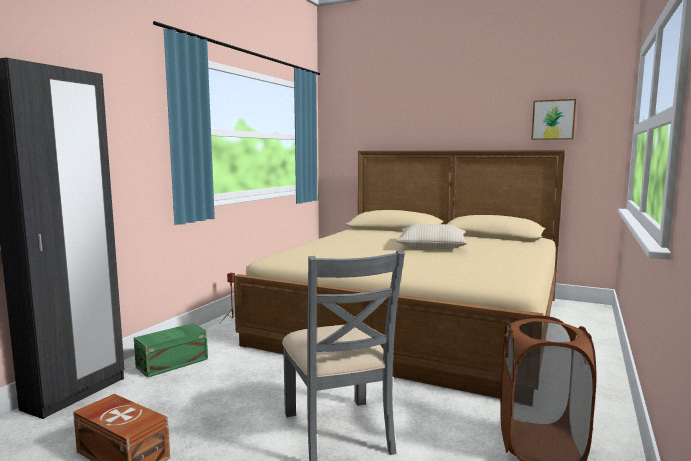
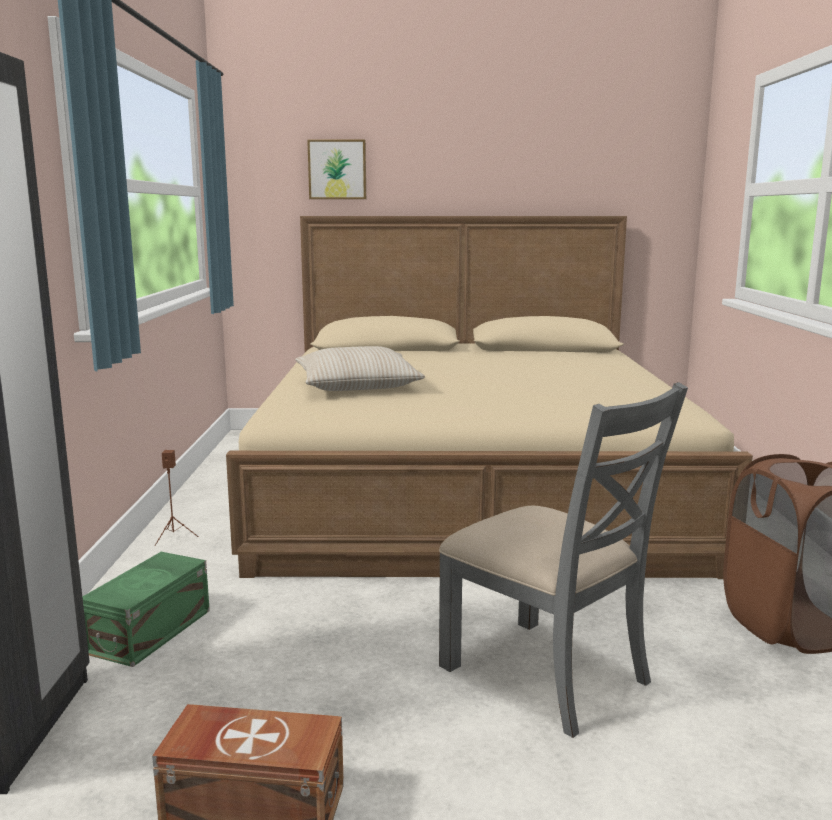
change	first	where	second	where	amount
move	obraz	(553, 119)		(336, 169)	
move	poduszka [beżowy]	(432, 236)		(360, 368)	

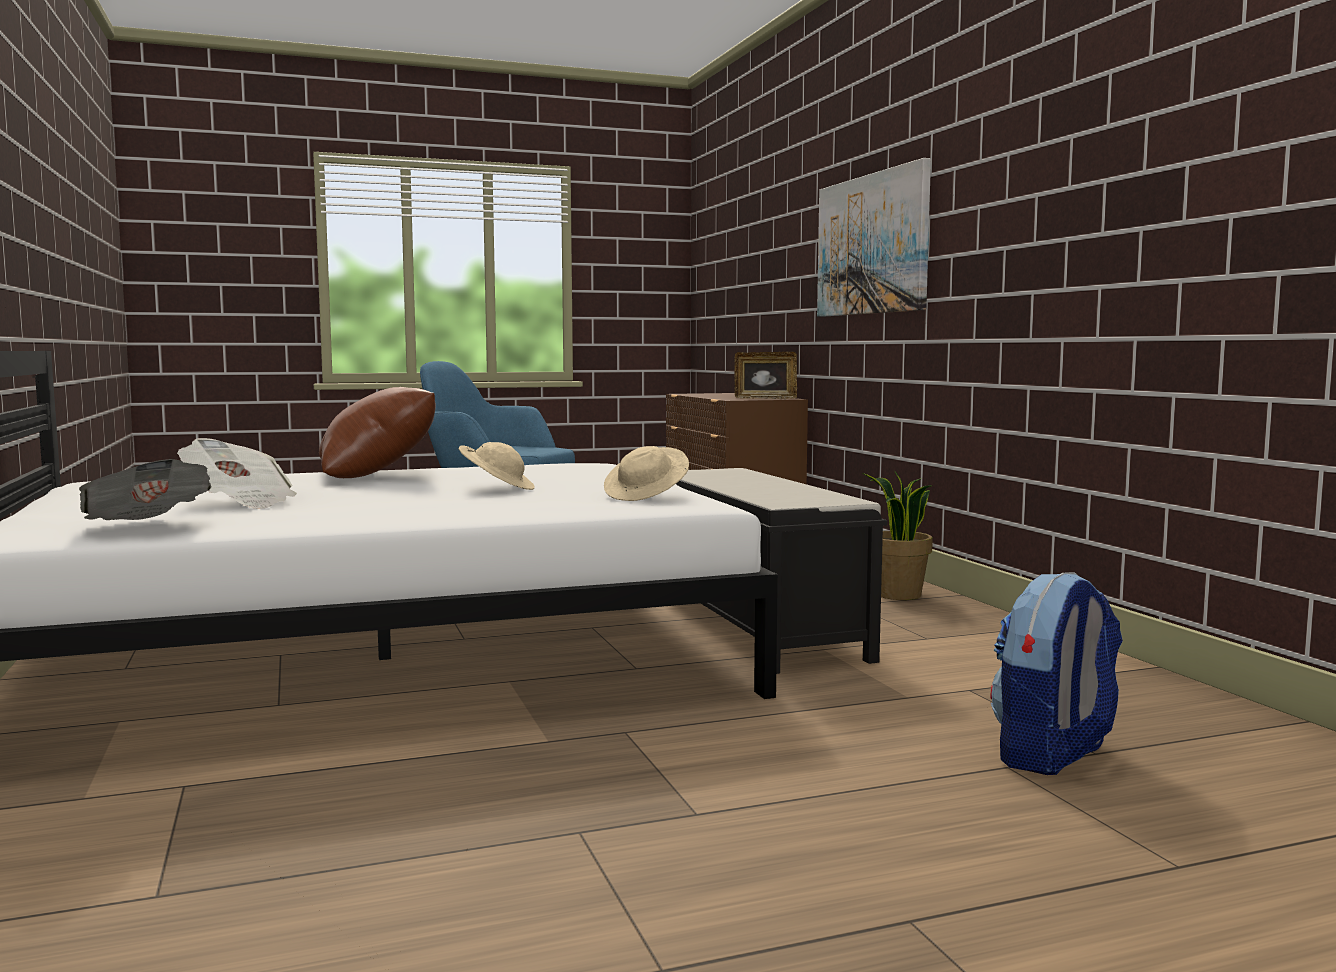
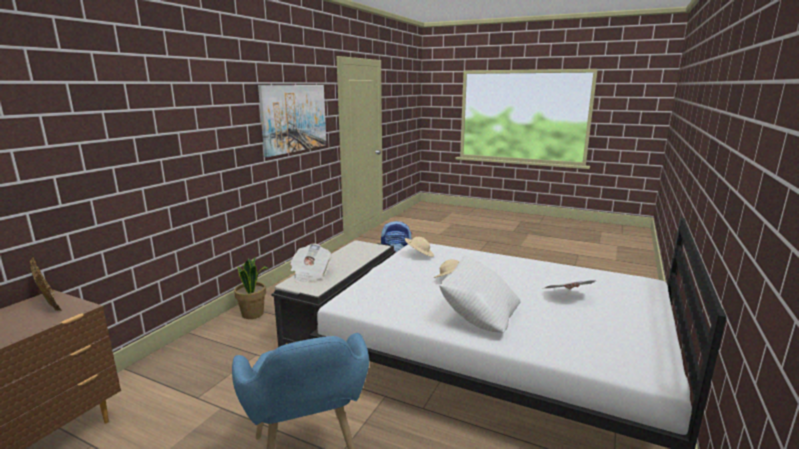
change	first	where	second	where	amount
move	obraz	(874, 237)		(292, 121)	
recolor	poduszka [brązowy]	(377, 432)	poduszka [biały]	(480, 294)	
move	gazeta	(145, 489)		(311, 263)	

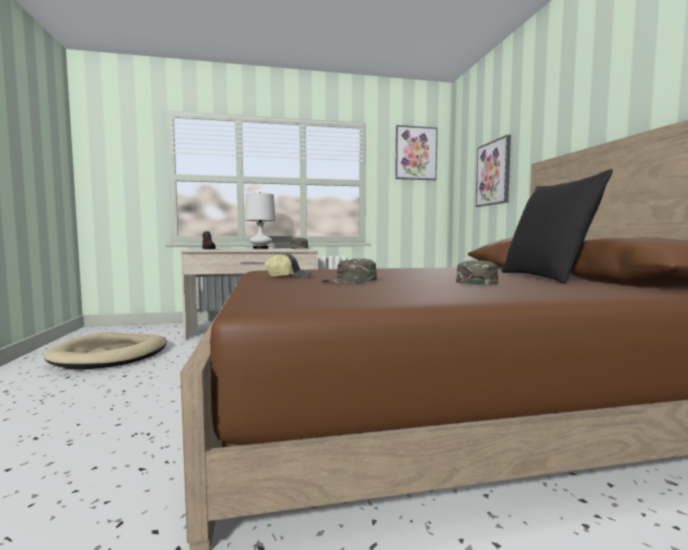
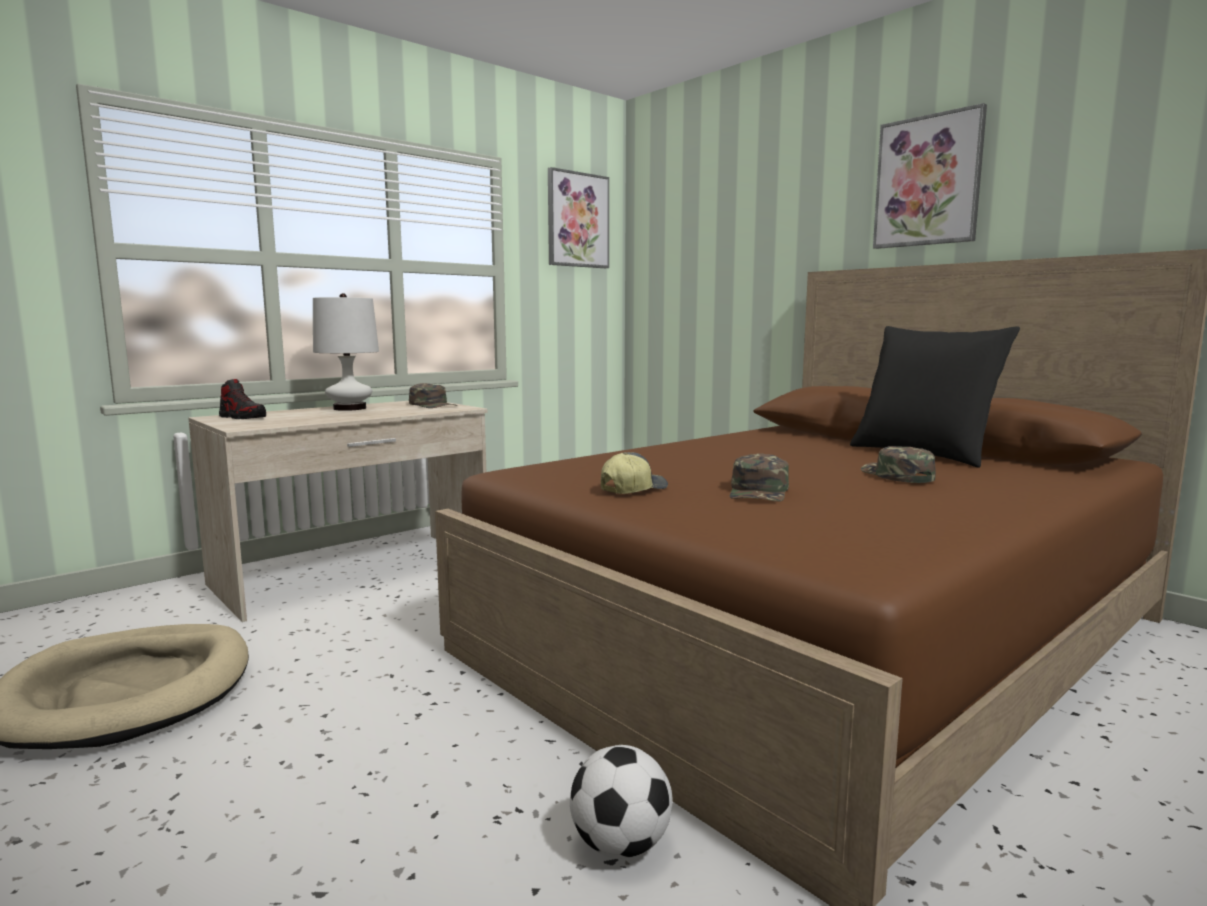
change	first	where	second	where	amount
move	obraz	(493, 171)		(930, 176)	
insert			piłka futbolowa	(621, 802)	

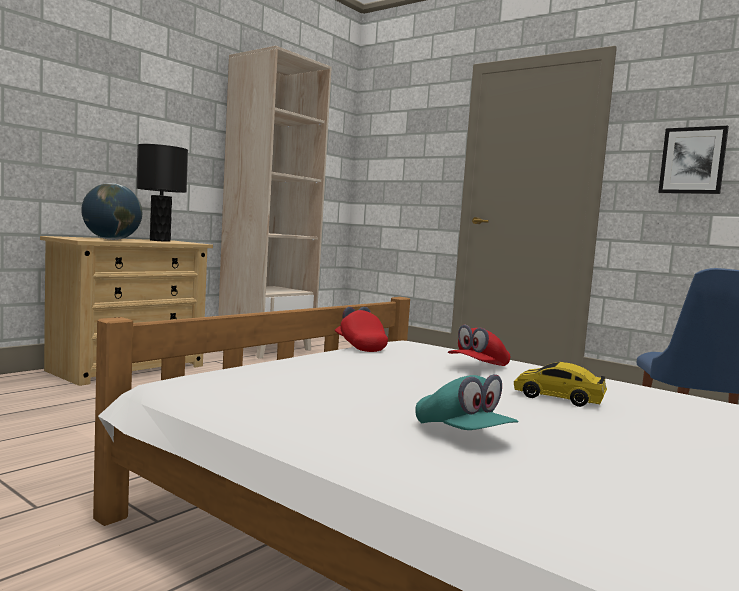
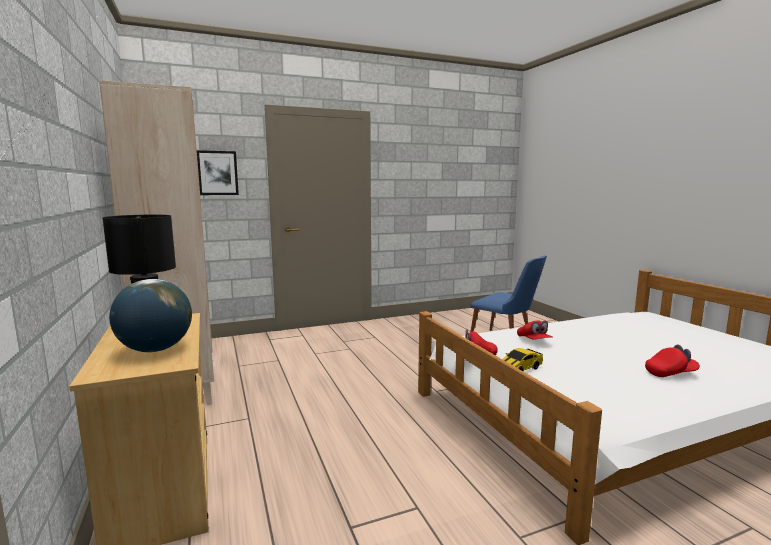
change	first	where	second	where	amount
move	obraz	(693, 160)		(218, 172)	
move	samochodzik	(560, 384)		(523, 359)	
recolor	czapka z daszkiem [turkusowy]	(467, 402)	czapka z daszkiem [czerwony]	(672, 360)	

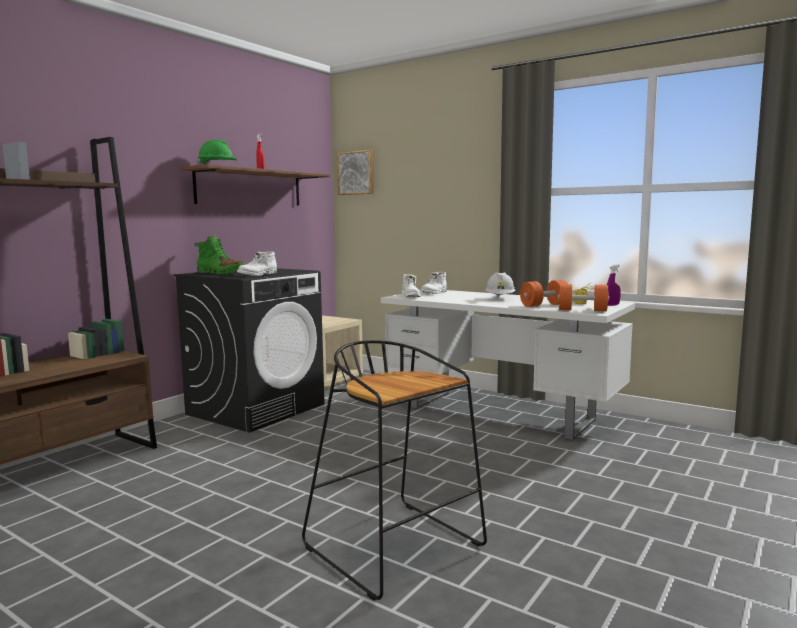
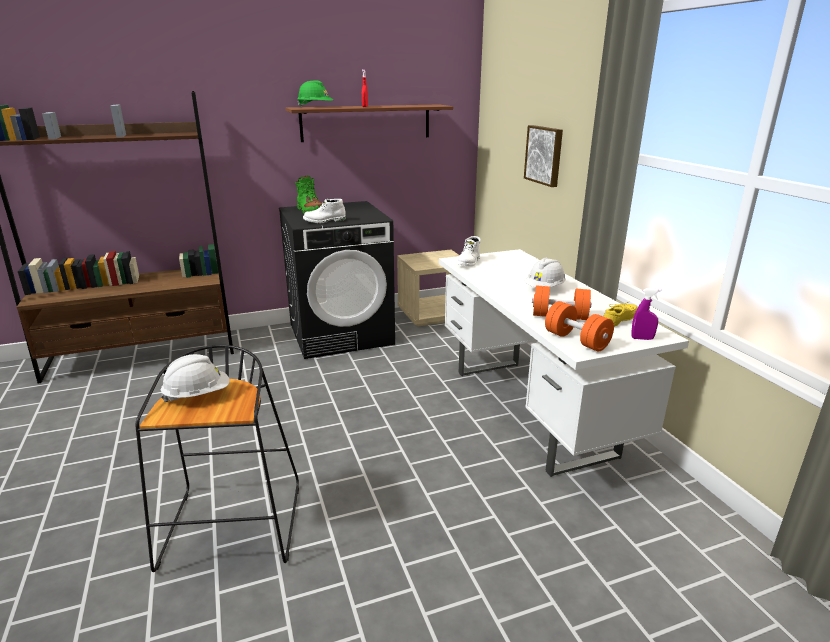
change	first	where	second	where	amount
move	obraz	(355, 172)		(543, 156)	
delete	but z cholewką [biały]	(433, 283)			
insert			kask [biały]	(195, 378)	

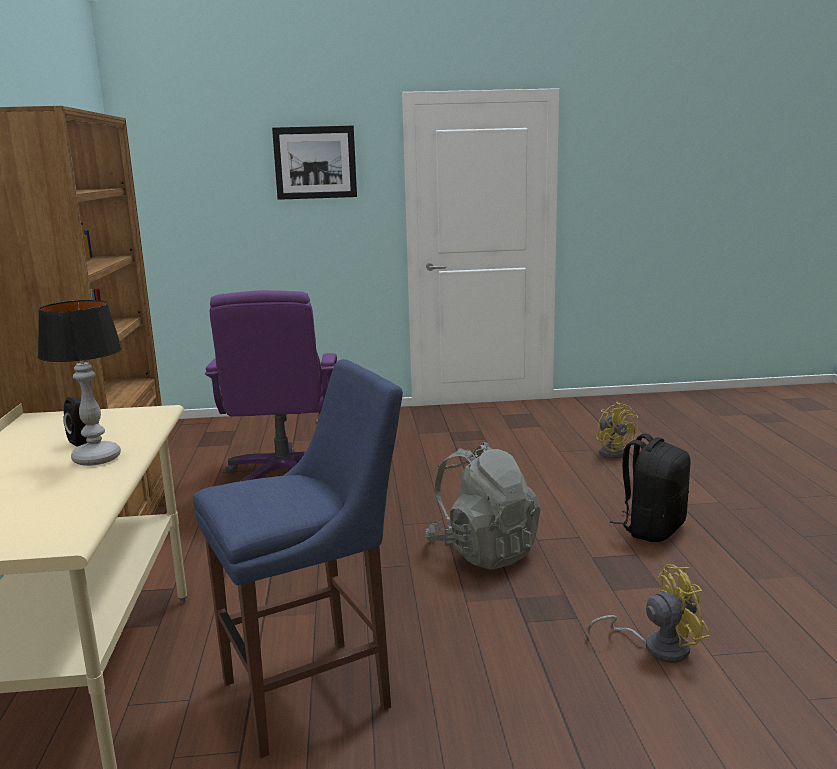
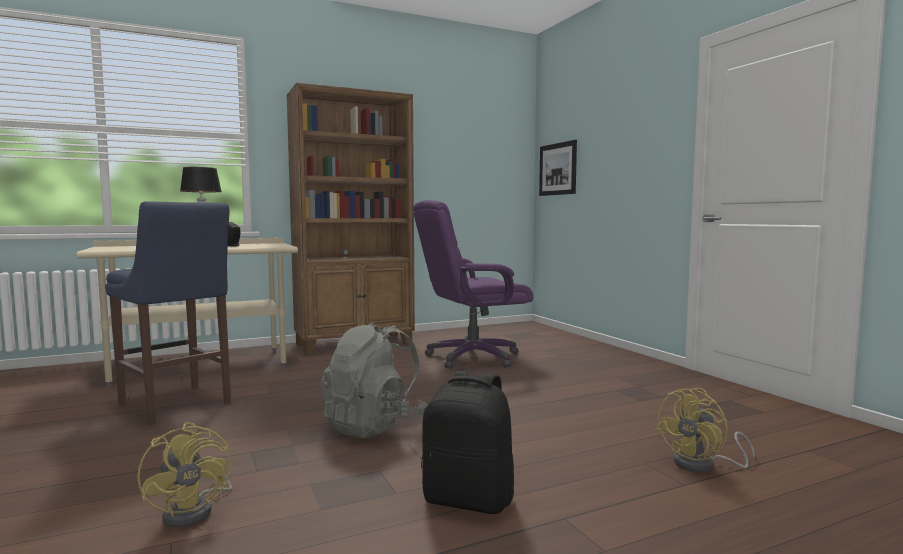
change	first	where	second	where	amount
move	obraz	(314, 163)		(558, 168)	

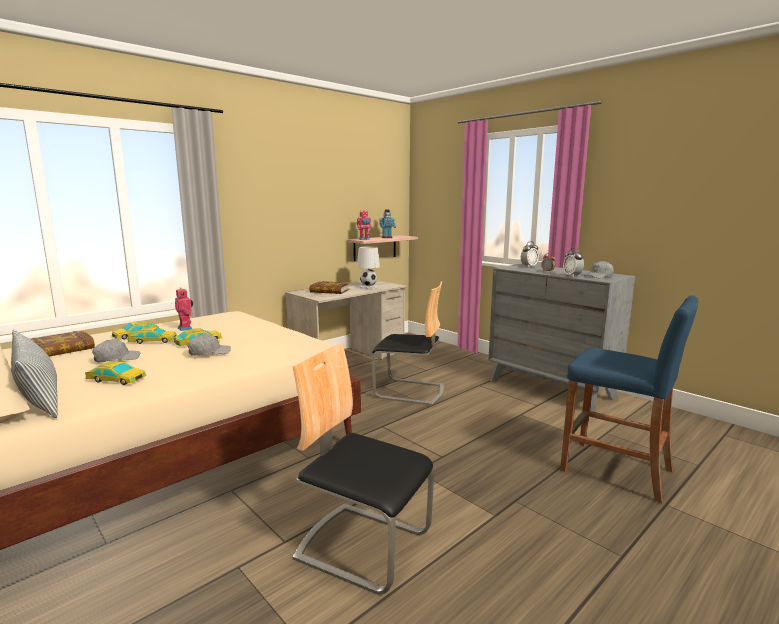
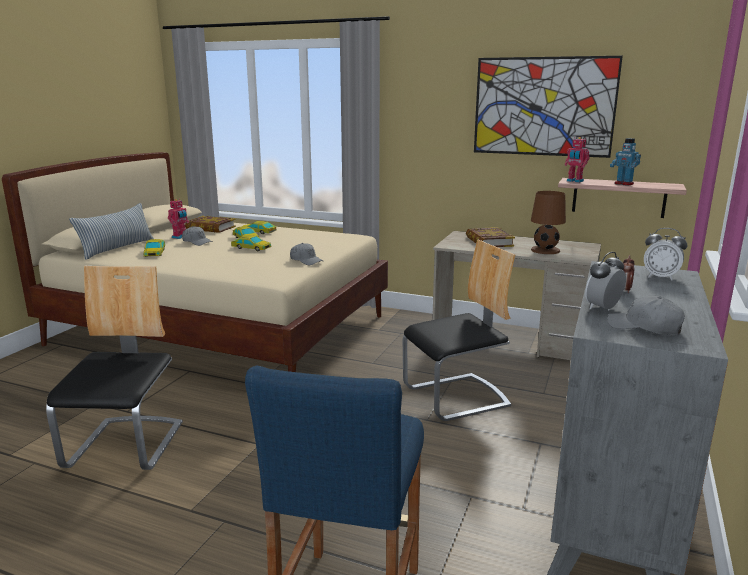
change	first	where	second	where	amount
recolor	lampa stołowa [biały]	(368, 267)	lampa stołowa [brązowy]	(548, 222)	
rotate	krzesło	(408, 343)		(459, 330)	105 degrees counterclockwise
move	robot zabawkowy	(184, 309)		(178, 219)	
move	czapka z daszkiem [szary]	(209, 345)		(306, 254)	
insert			obraz	(548, 107)	

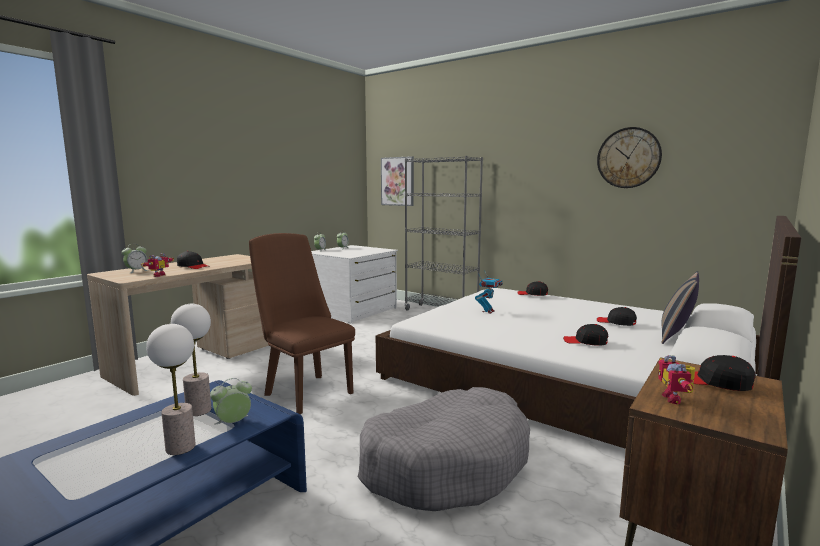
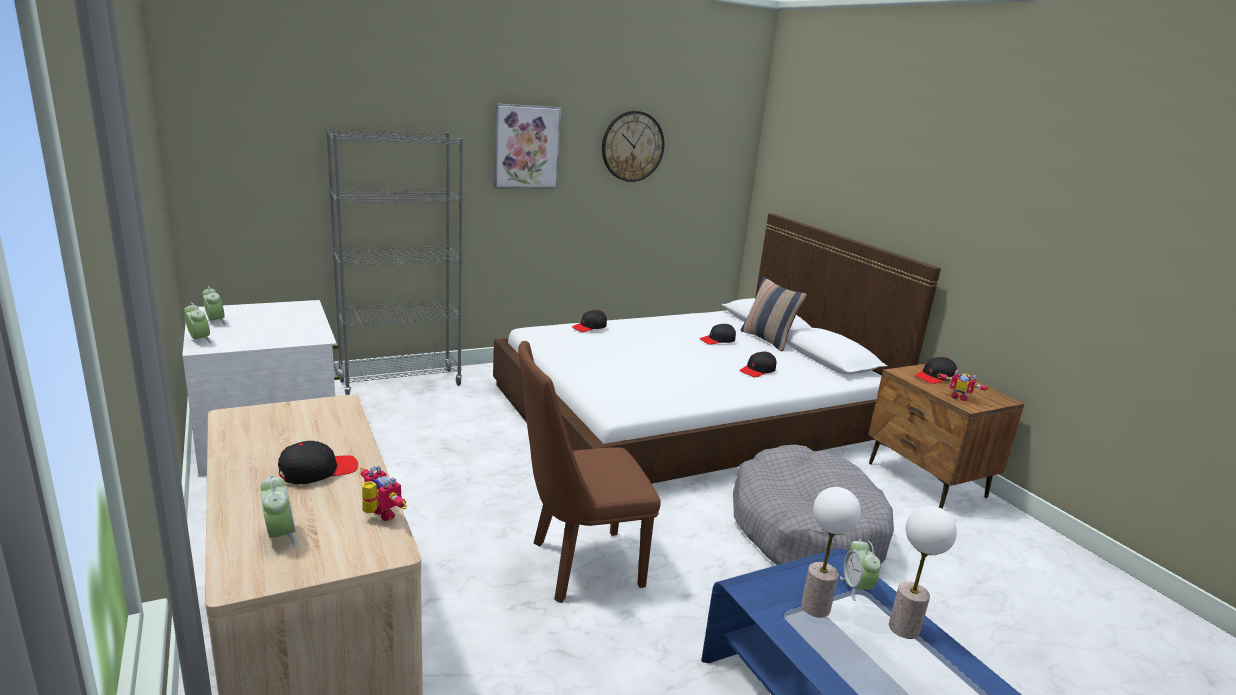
change	first	where	second	where	amount
move	obraz	(397, 181)		(528, 146)	
delete	robot zabawkowy	(489, 293)			

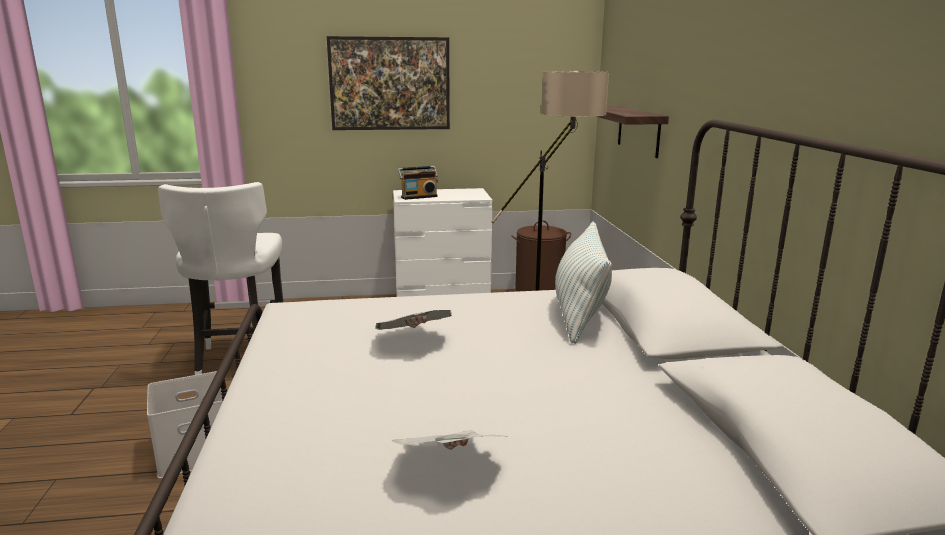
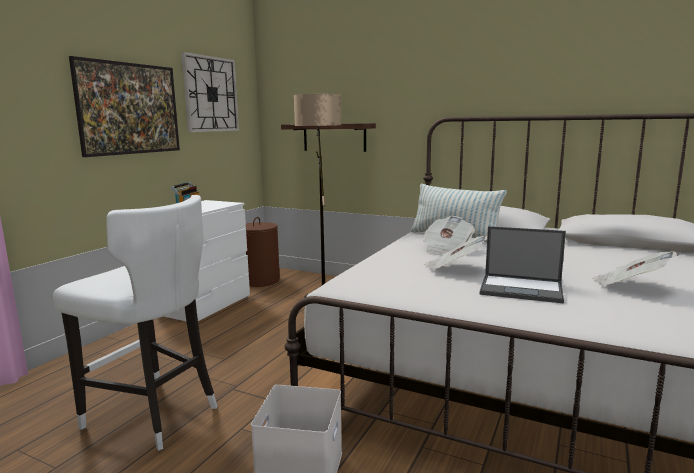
change	first	where	second	where	amount
insert			zegar ścienny	(210, 92)	
insert			gazeta	(449, 235)	
insert			laptop	(523, 264)	

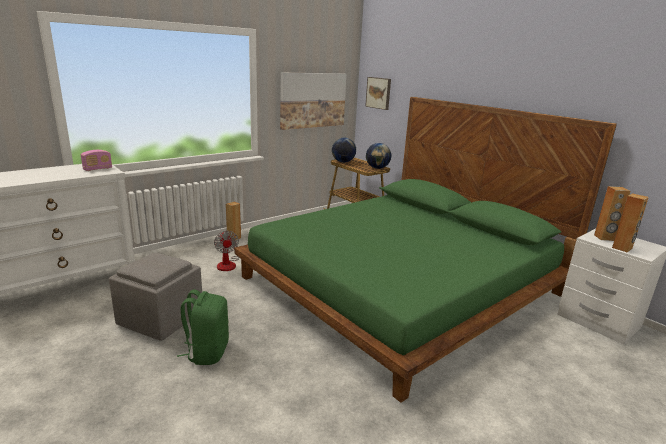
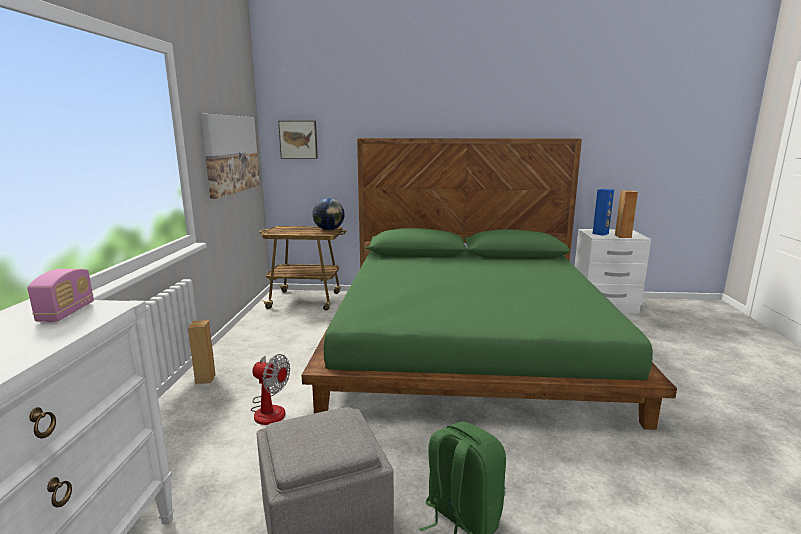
change	first	where	second	where	amount
delete	globus	(344, 150)			
recolor	głośnik [brązowy]	(612, 213)	głośnik [niebieski]	(603, 212)	

